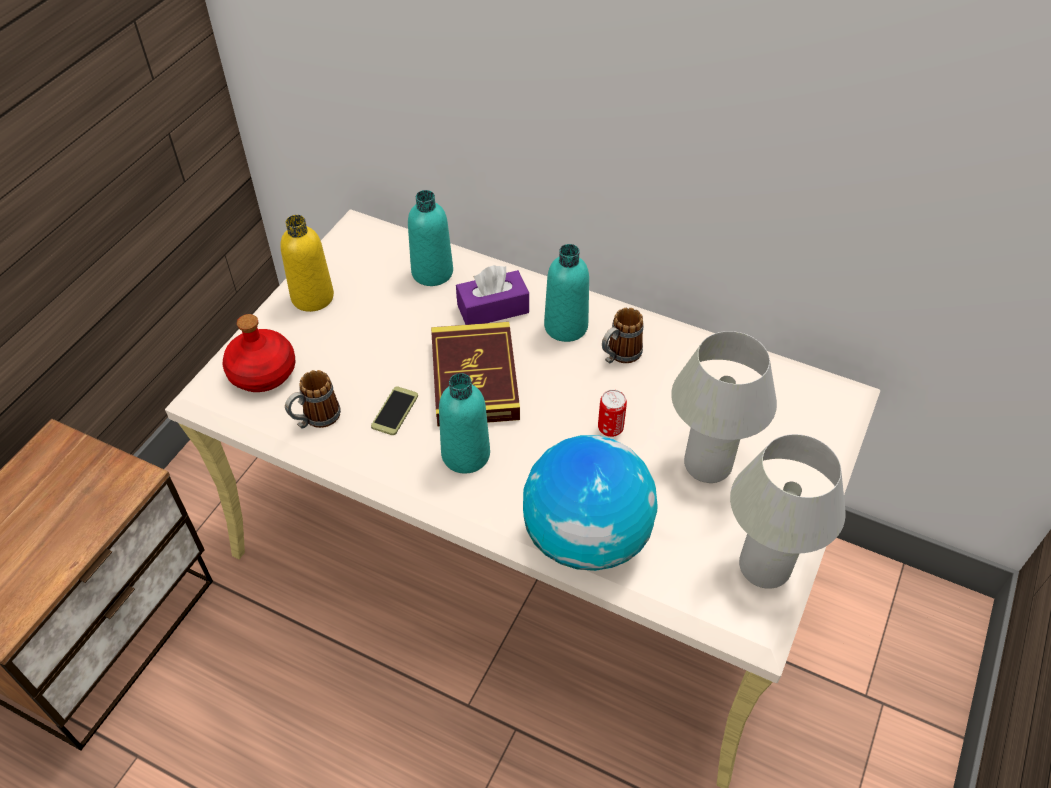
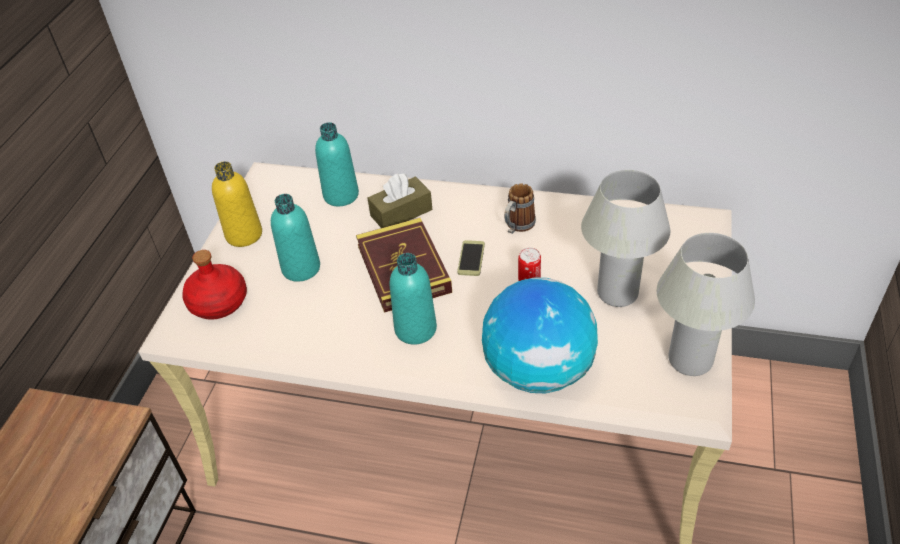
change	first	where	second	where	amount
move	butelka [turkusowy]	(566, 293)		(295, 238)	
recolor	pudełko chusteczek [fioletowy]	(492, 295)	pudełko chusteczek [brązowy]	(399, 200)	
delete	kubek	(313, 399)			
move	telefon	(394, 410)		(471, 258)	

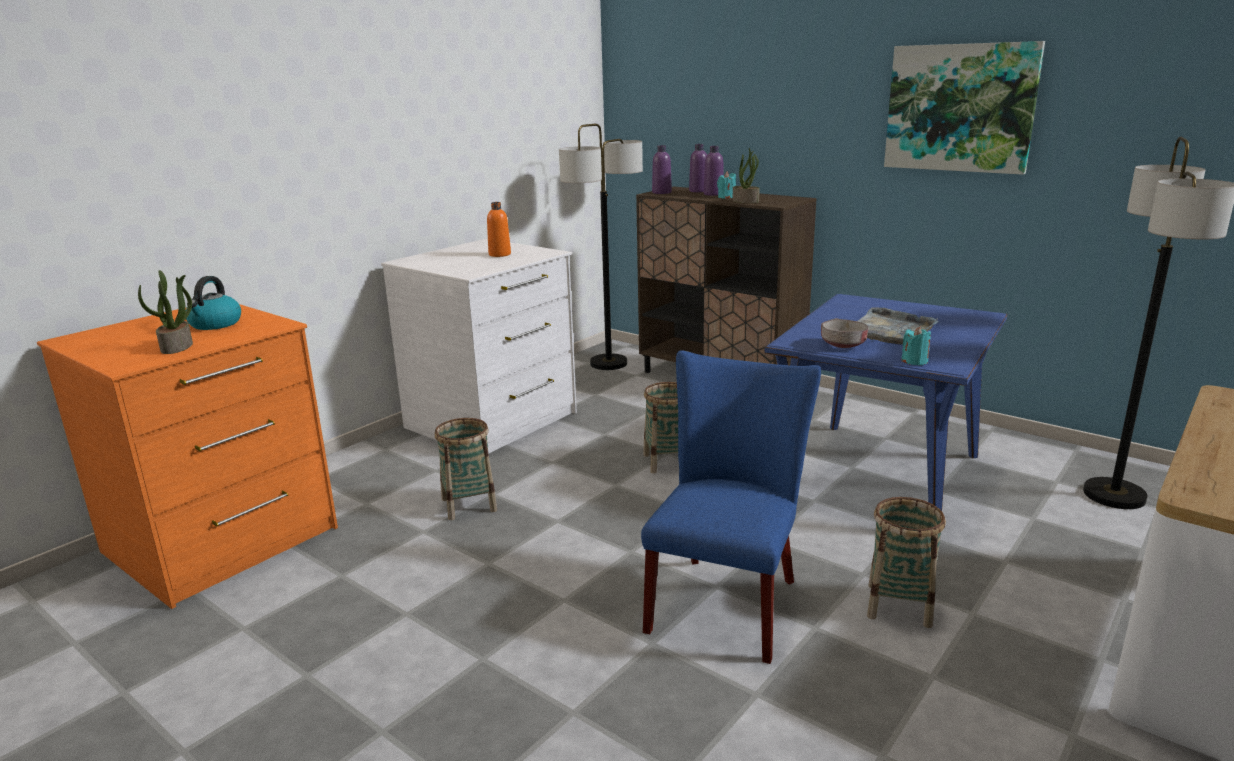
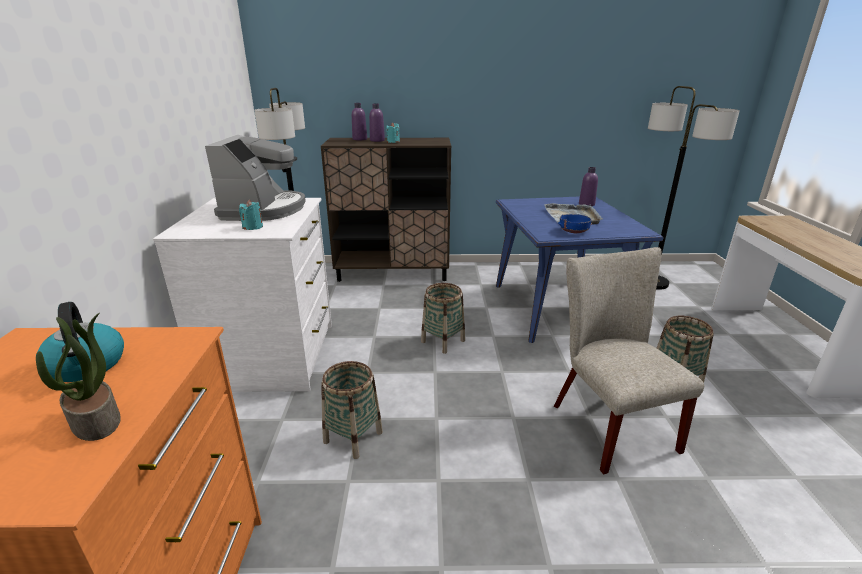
change	first	where	second	where	amount
delete	obraz	(964, 108)			
move	butelka [fioletowy]	(662, 169)		(588, 186)	
delete	roślina doniczkowa	(746, 175)			
replace	butelka [pomarańczowy]	(499, 229)	ekspres do kawy	(255, 178)	
recolor	miska [szary]	(844, 333)	miska [niebieski]	(575, 223)	
move	świeca [turkusowy]	(916, 346)		(251, 215)	
recolor	krzesło [niebieski]	(731, 507)	krzesło [beżowy]	(629, 360)	

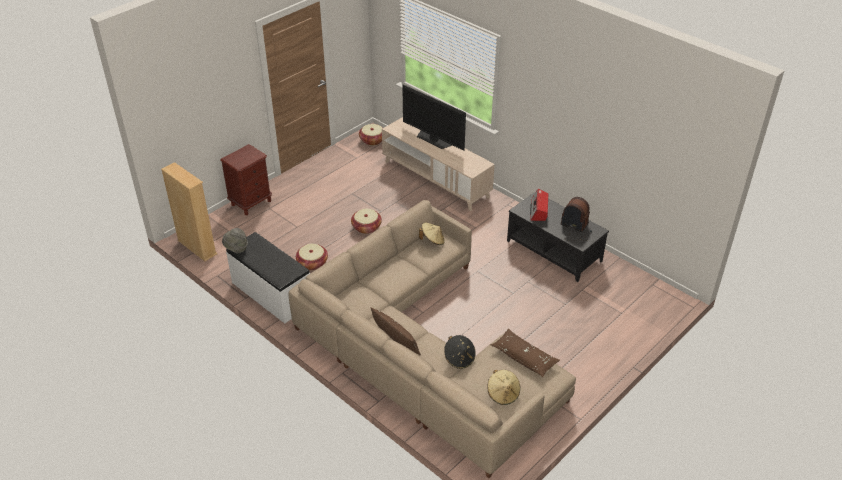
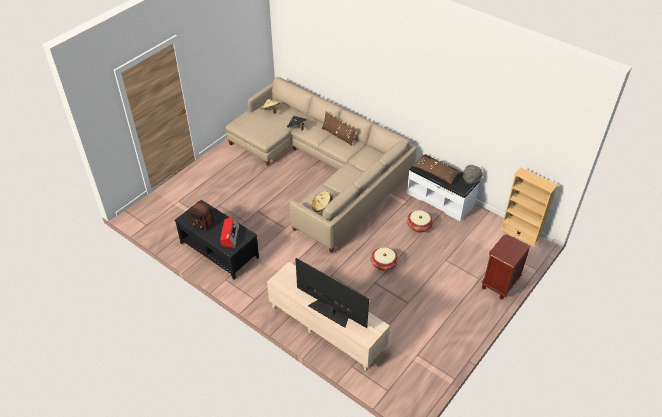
change	first	where	second	where	amount
delete	koszyk	(371, 135)			
move	poduszka [brązowy]	(525, 353)		(437, 169)	

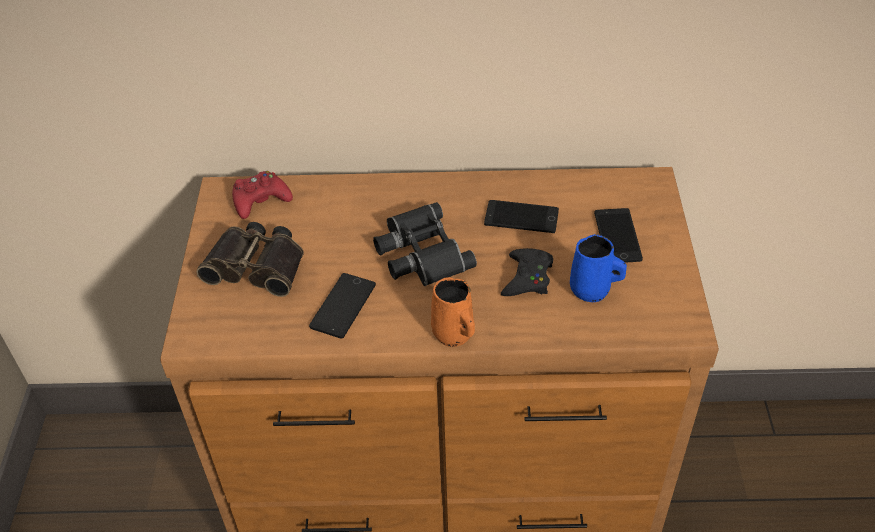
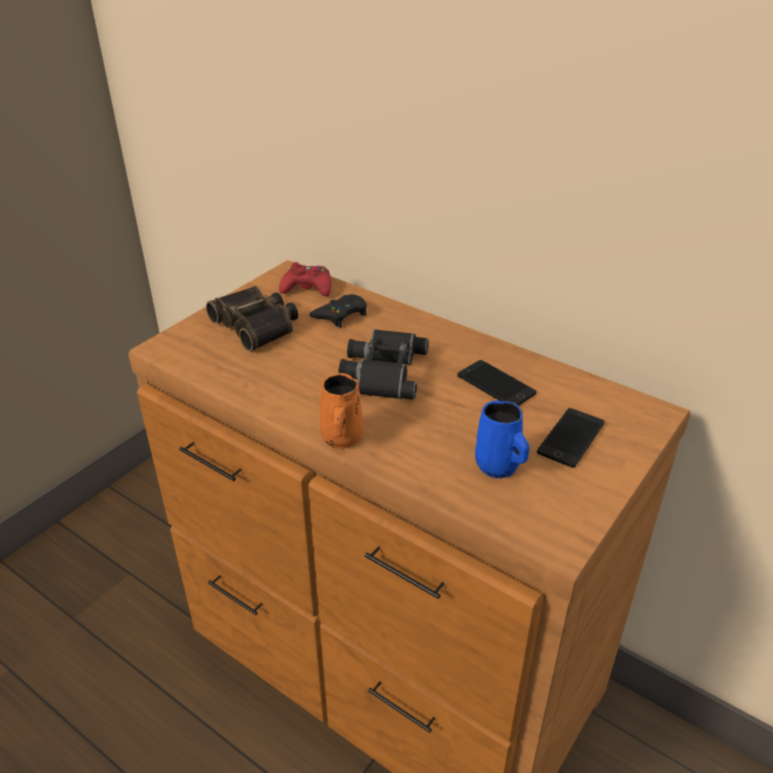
change	first	where	second	where	amount
move	pad do gier [czarny]	(527, 272)		(338, 310)	
delete	telefon	(342, 306)			

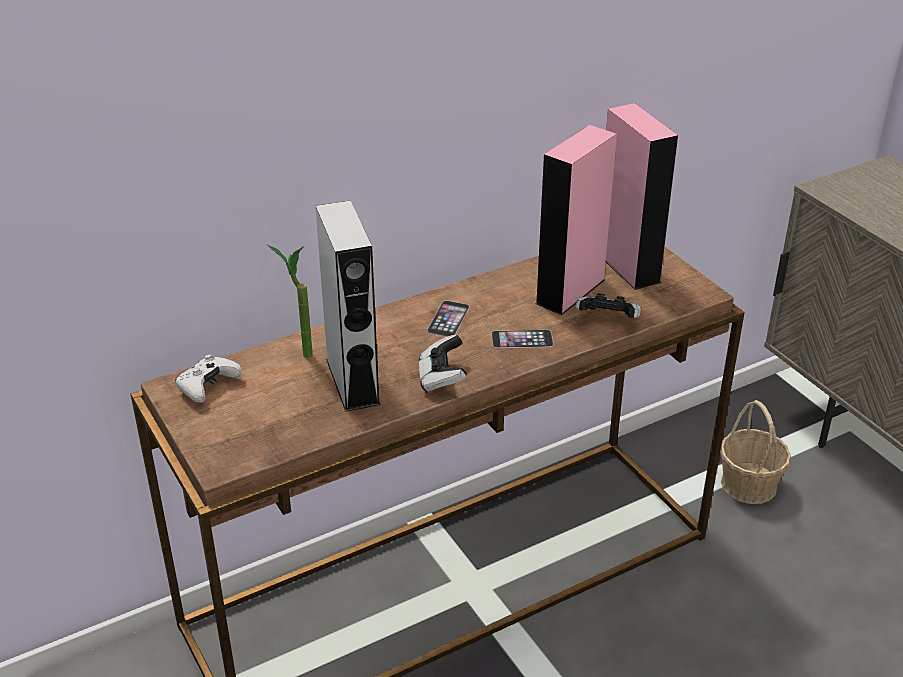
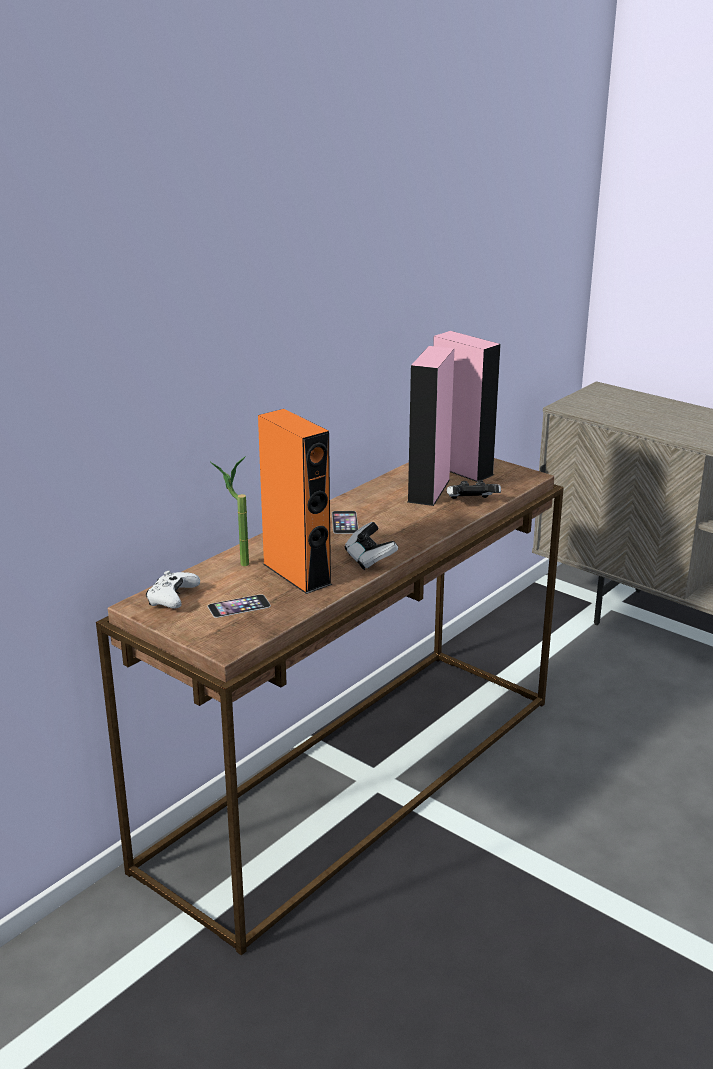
change	first	where	second	where	amount
recolor	głośnik [szary]	(347, 306)	głośnik [pomarańczowy]	(295, 501)	
move	telefon	(522, 339)		(239, 606)	
delete	koszyk	(755, 452)			

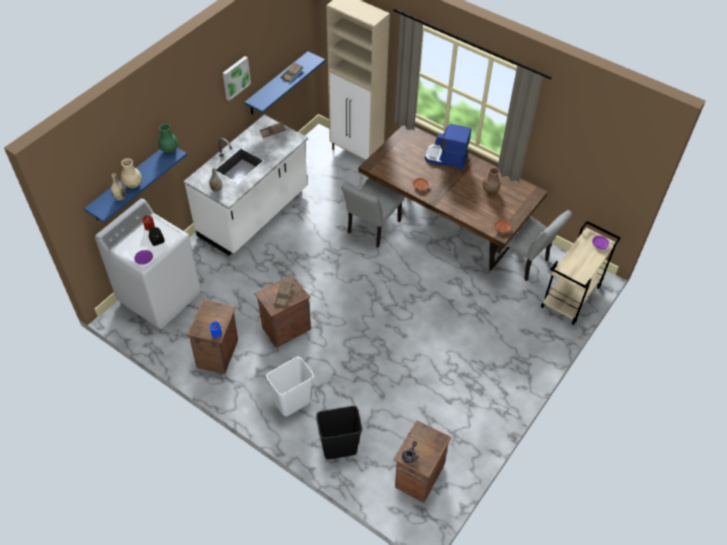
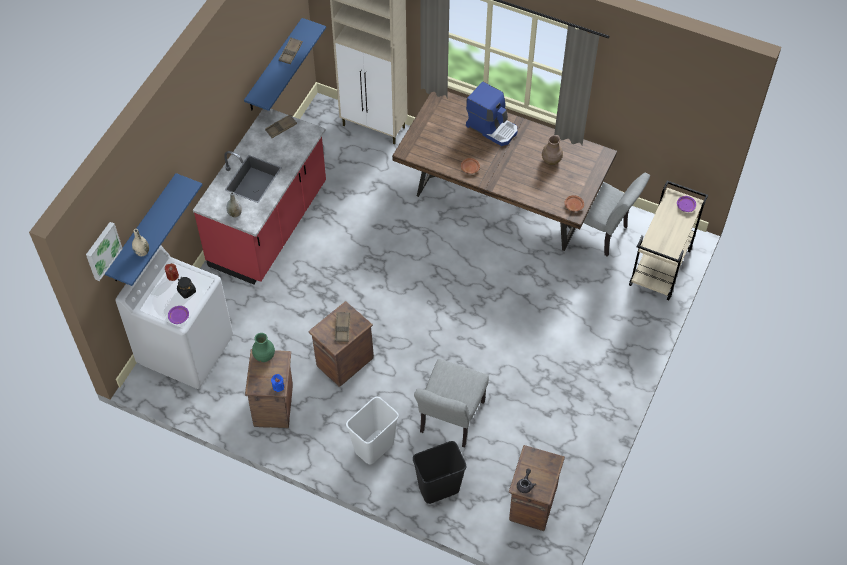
change	first	where	second	where	amount
move	obraz	(237, 78)		(104, 251)	
recolor	zabudowa kuchenna [biały]	(246, 185)	zabudowa kuchenna [czerwony]	(259, 197)	
move	wazon [zielony]	(168, 138)		(263, 347)	
rotate	ekspres do kawy	(448, 147)		(491, 114)	150 degrees counterclockwise
delete	wazon [beżowy]	(131, 174)			
move	krzesło [szary]	(372, 212)		(451, 403)	

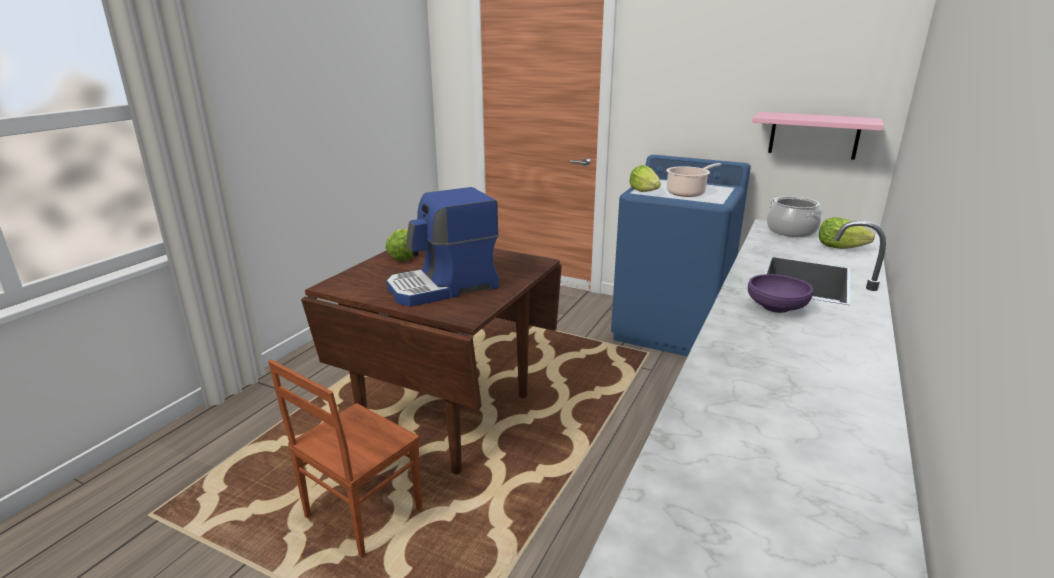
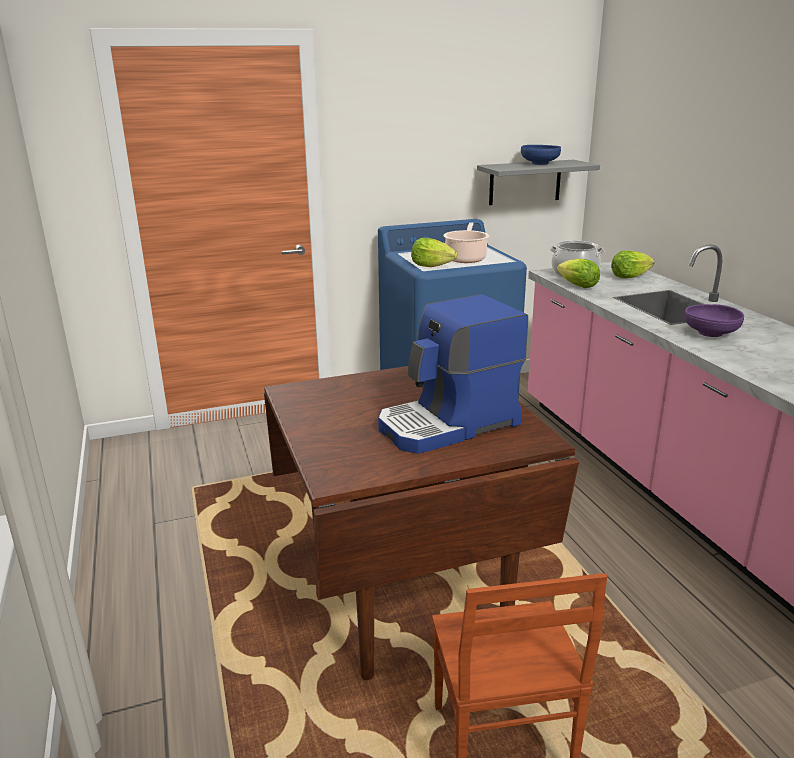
change	first	where	second	where	amount
recolor	półka [różowy]	(818, 136)	półka [szary]	(538, 182)	
rotate	ekspres do kawy	(443, 247)		(453, 374)	45 degrees clockwise
move	sałata	(399, 245)		(578, 273)	
insert			miska [niebieski]	(541, 155)	

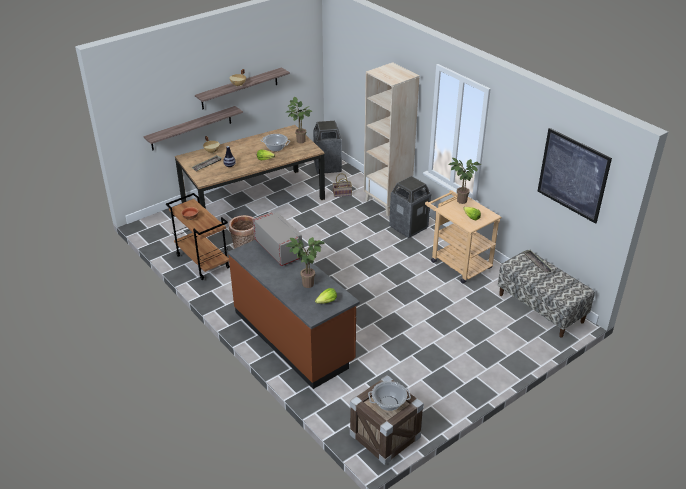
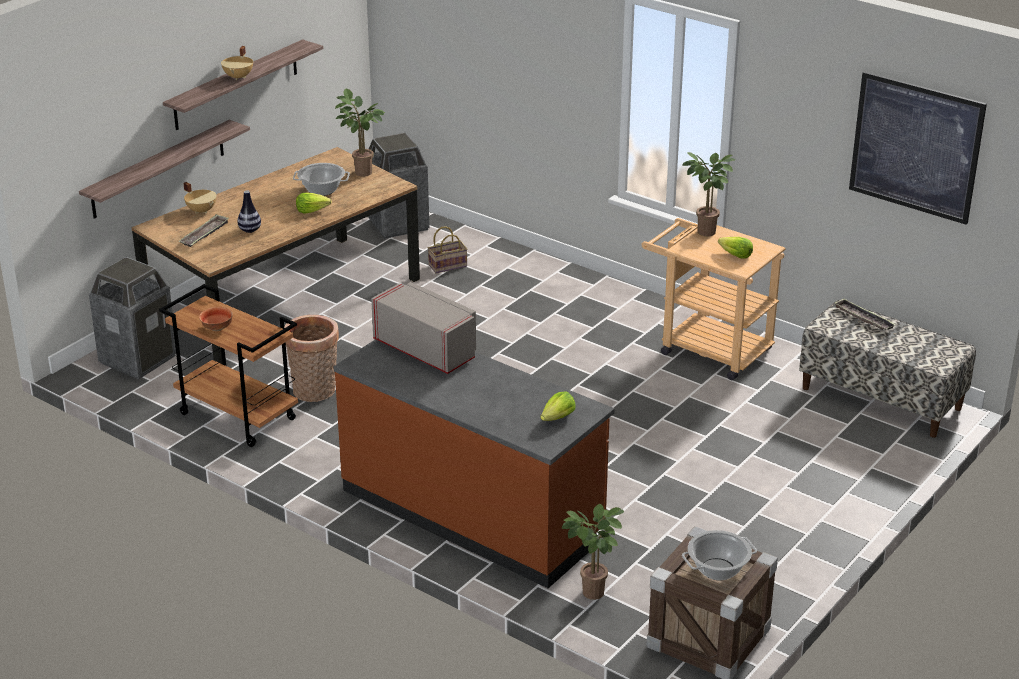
change	first	where	second	where	amount
delete	regał [beżowy]	(392, 139)			
move	kosz na śmieci	(410, 207)		(132, 318)	
move	roślina doniczkowa	(305, 262)		(593, 552)	

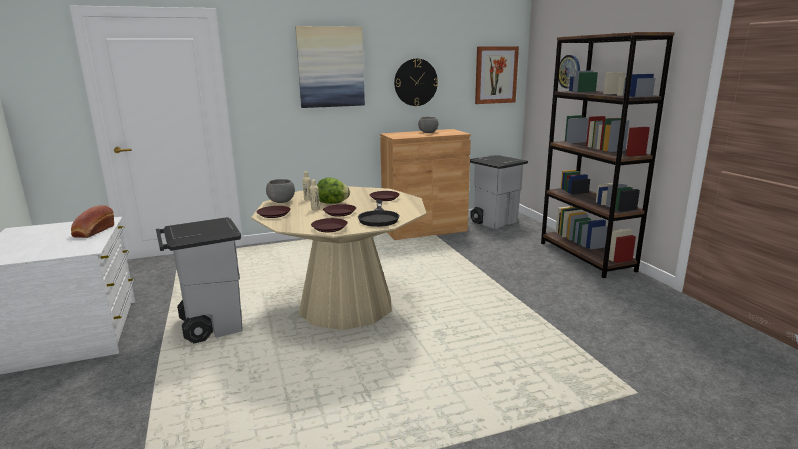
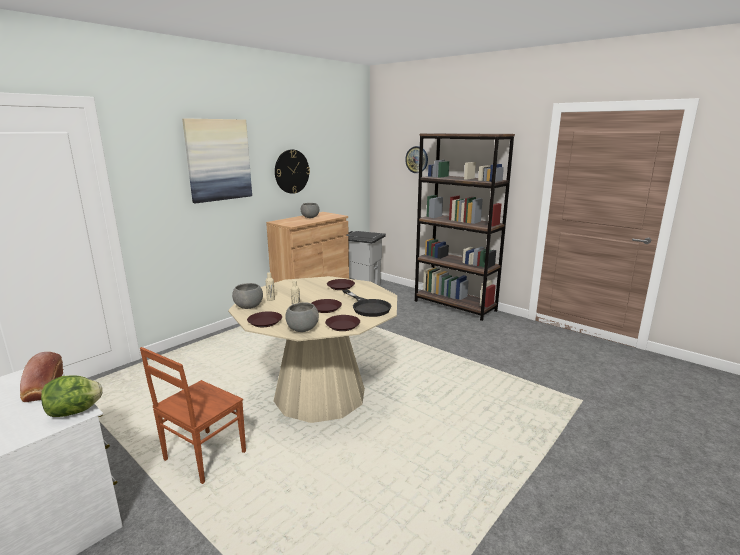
change	first	where	second	where	amount
delete	obraz	(497, 75)			
move	sałata	(333, 190)		(72, 396)	
replace	kosz na śmieci [szary]	(199, 280)	krzesło [brązowy]	(193, 415)	
insert			miska [szary]	(302, 317)	

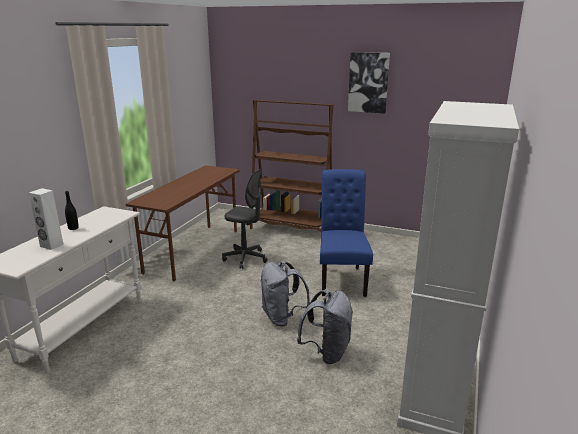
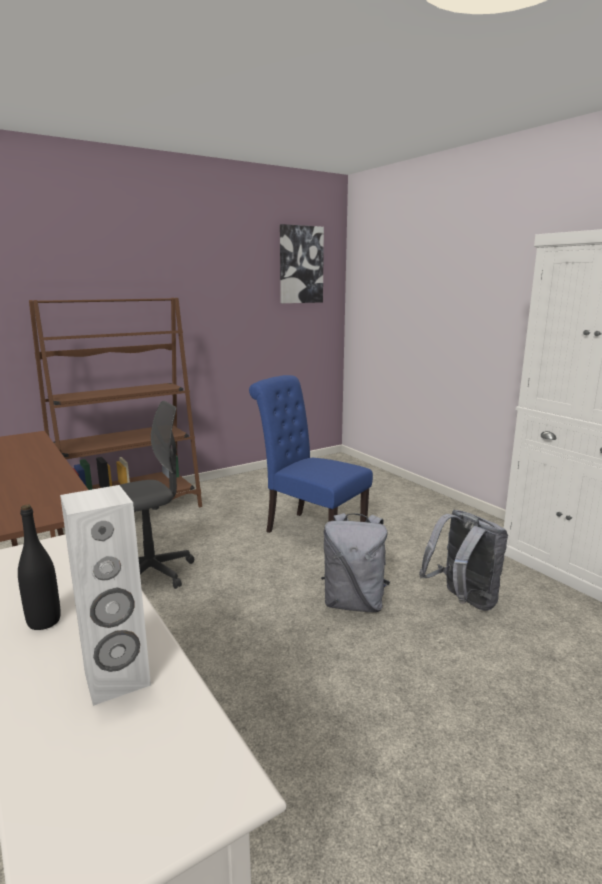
change	first	where	second	where	amount
move	obraz	(369, 82)		(302, 263)	

